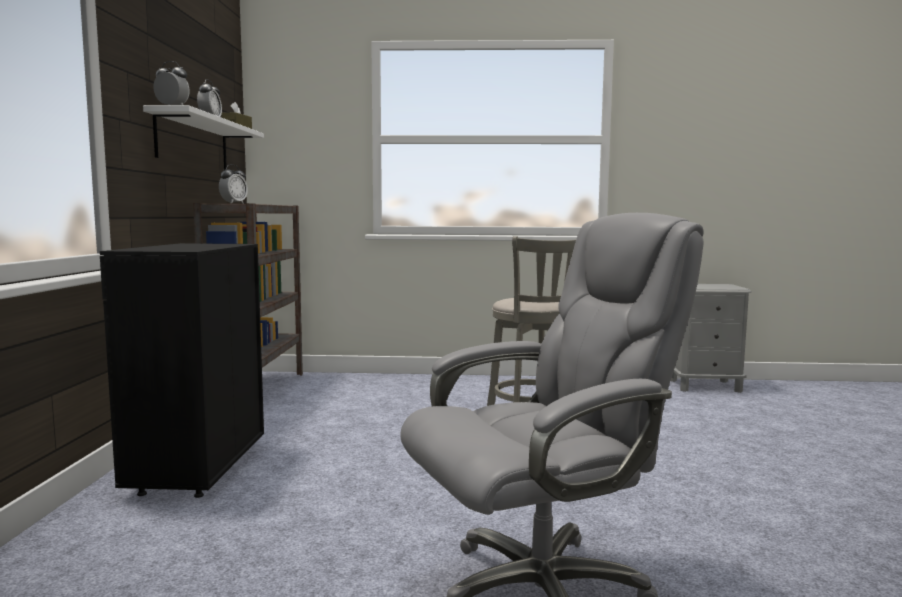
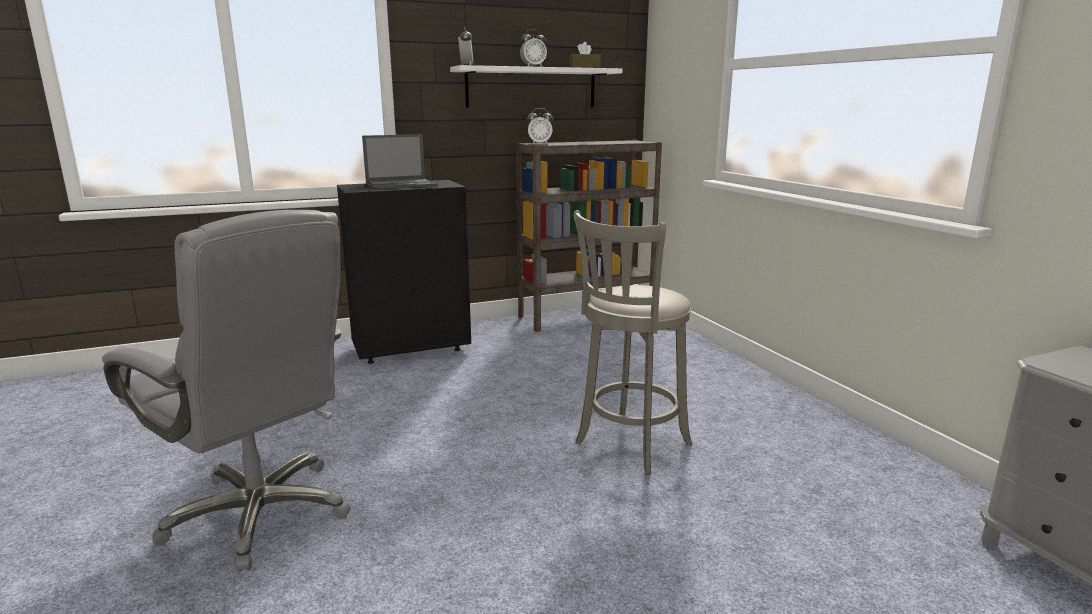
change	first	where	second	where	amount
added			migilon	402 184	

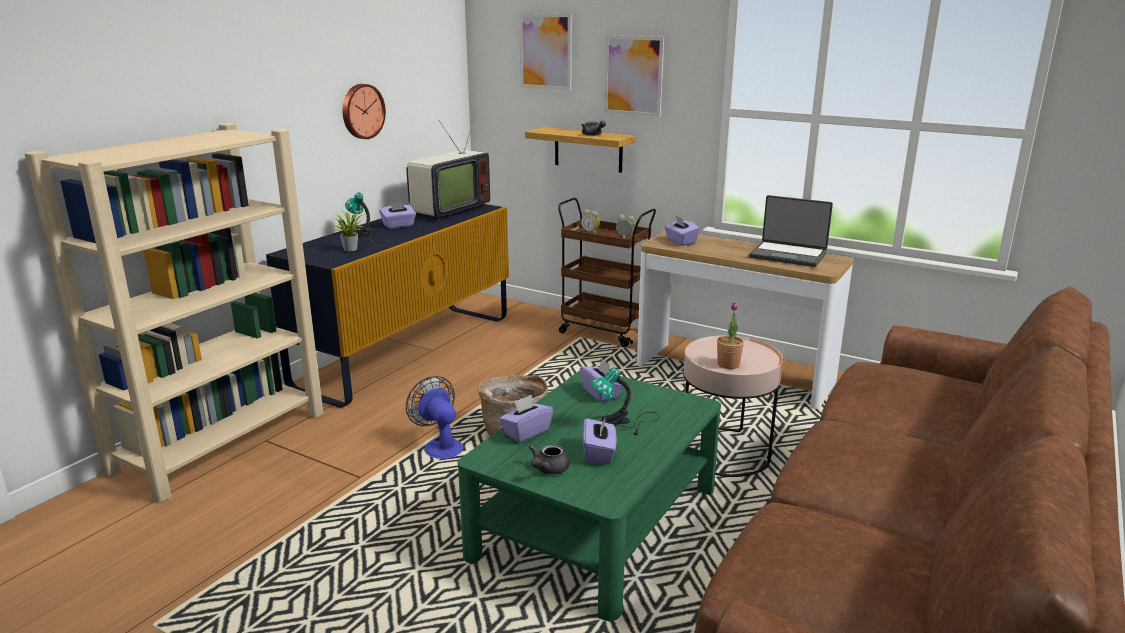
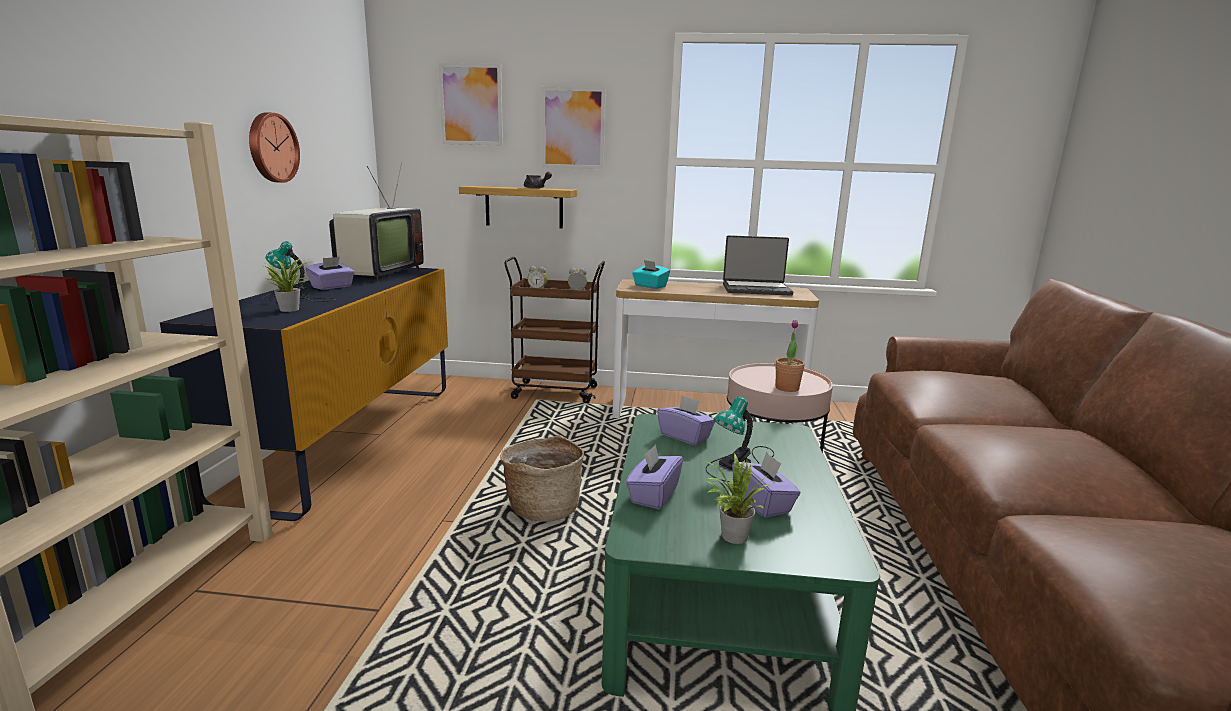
change	first	where	second	where	amount
recoloured	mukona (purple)	680 242	mukona (turquoise)	650 286	
replaced	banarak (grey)	548 470	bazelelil	731 536	
removed	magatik	440 446			

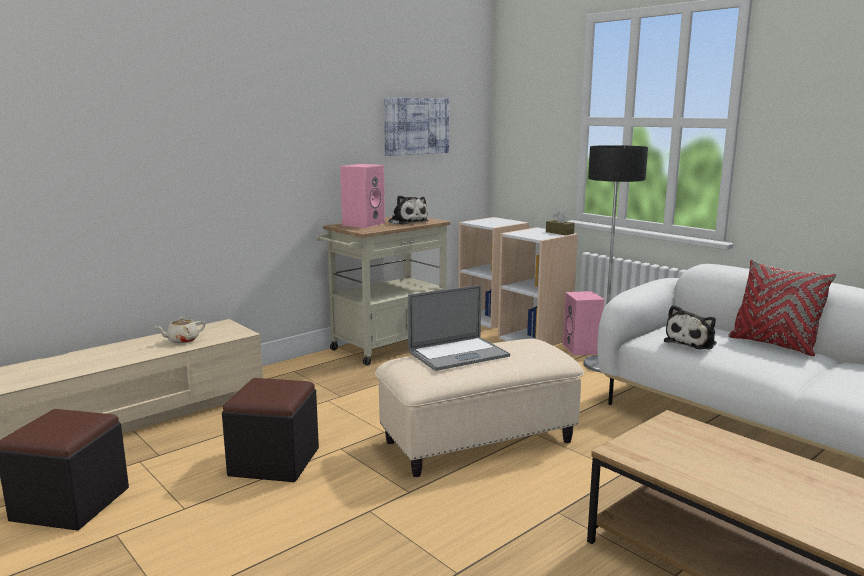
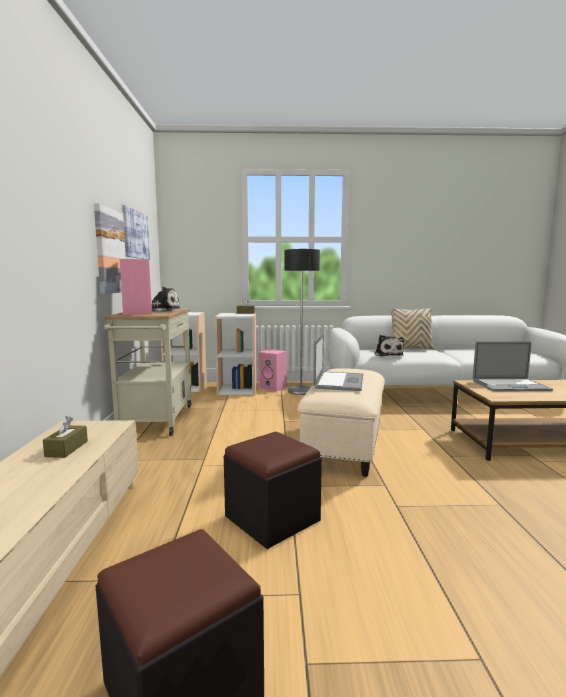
change	first	where	second	where	amount
replaced	banarak (beige)	182 340	mukona (brown)	67 449	
added			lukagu	109 251	
recoloured	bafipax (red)	773 344	bafipax (beige)	410 349	
added			migilon	510 385	

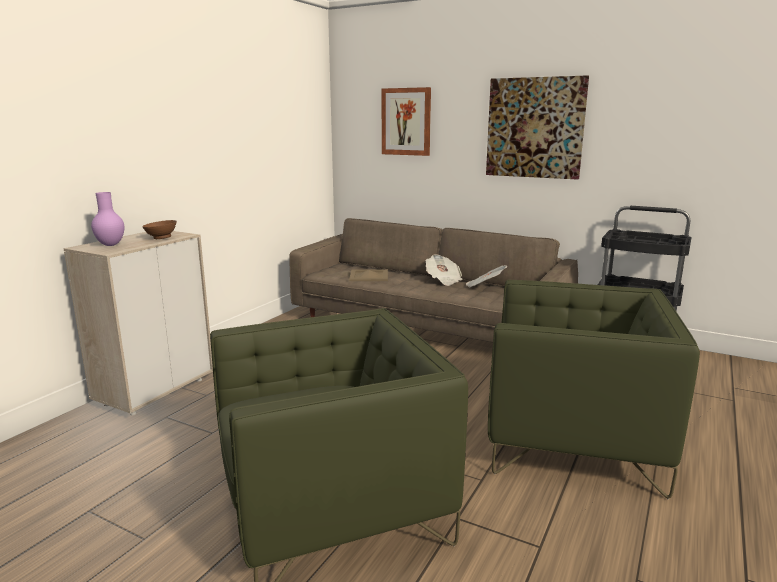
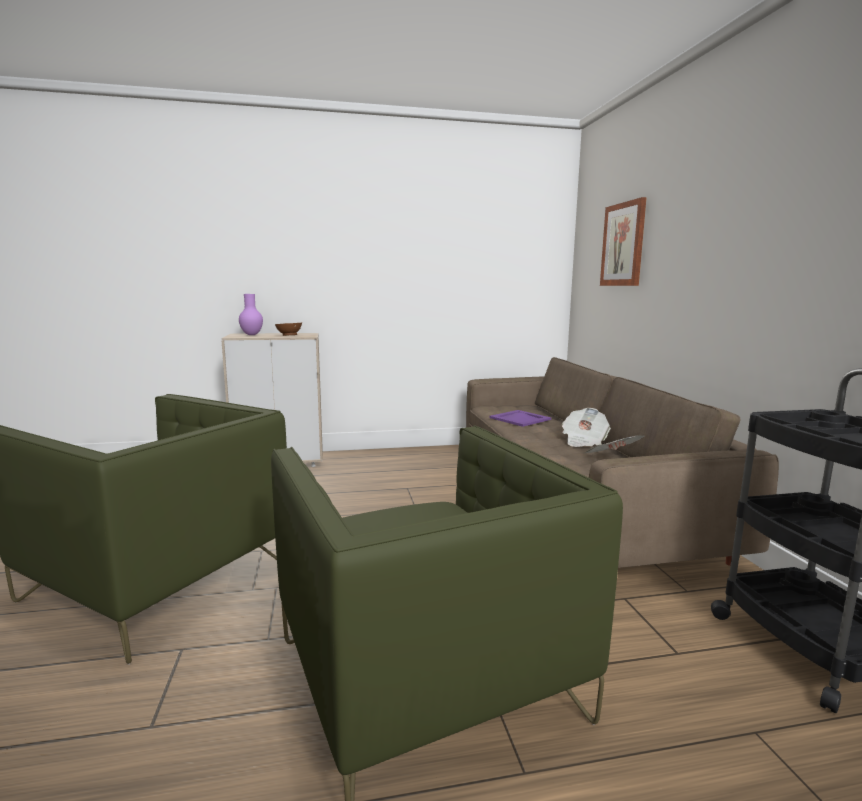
change	first	where	second	where	amount
recoloured	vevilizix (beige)	368 276	vevilizix (purple)	519 418	
removed	lukagu	534 128			

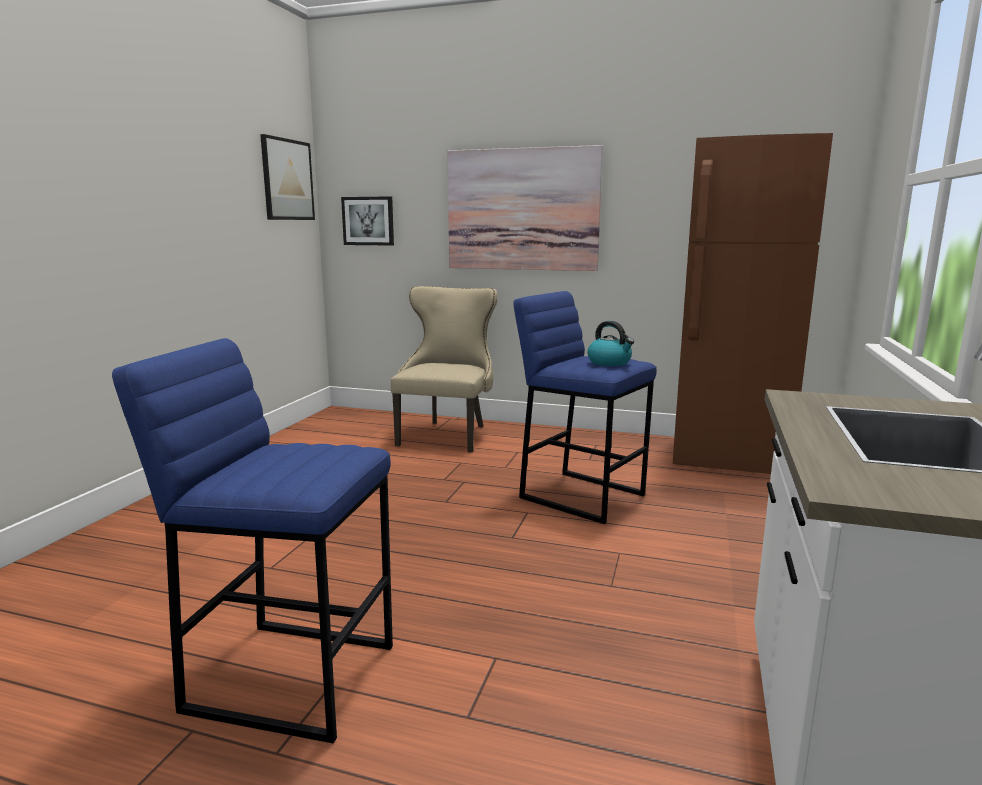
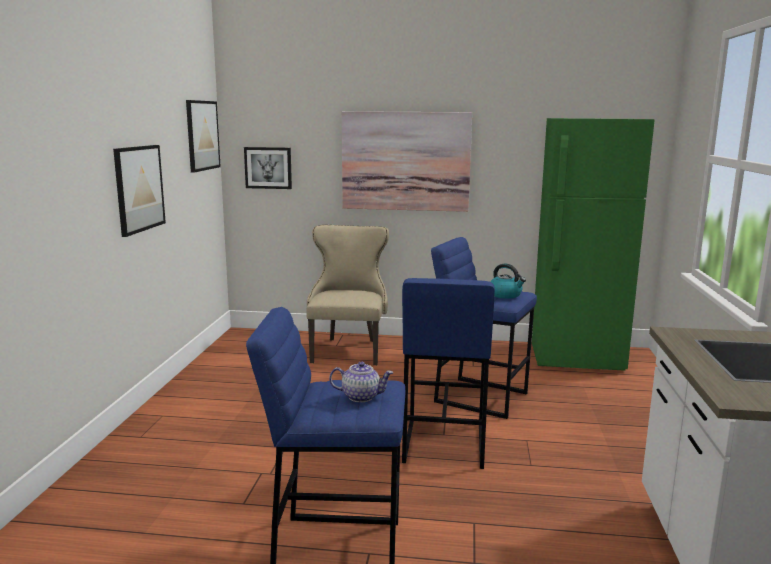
change	first	where	second	where	amount
added			lukagu	139 188	
added			banarak	361 396	
added			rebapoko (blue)	444 444	
recoloured	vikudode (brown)	727 457	vikudode (green)	576 357	

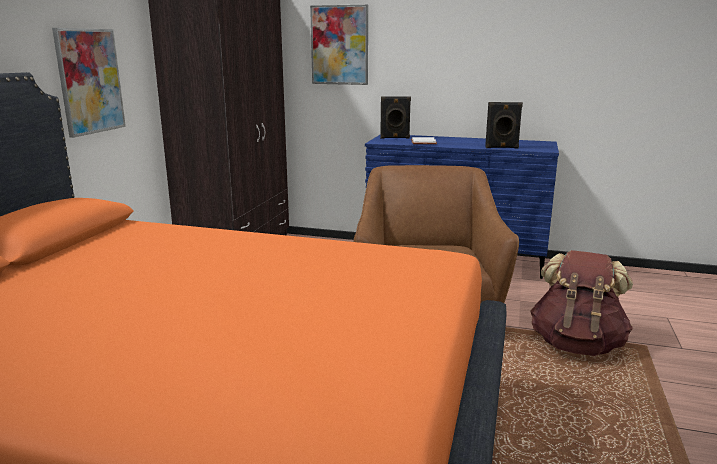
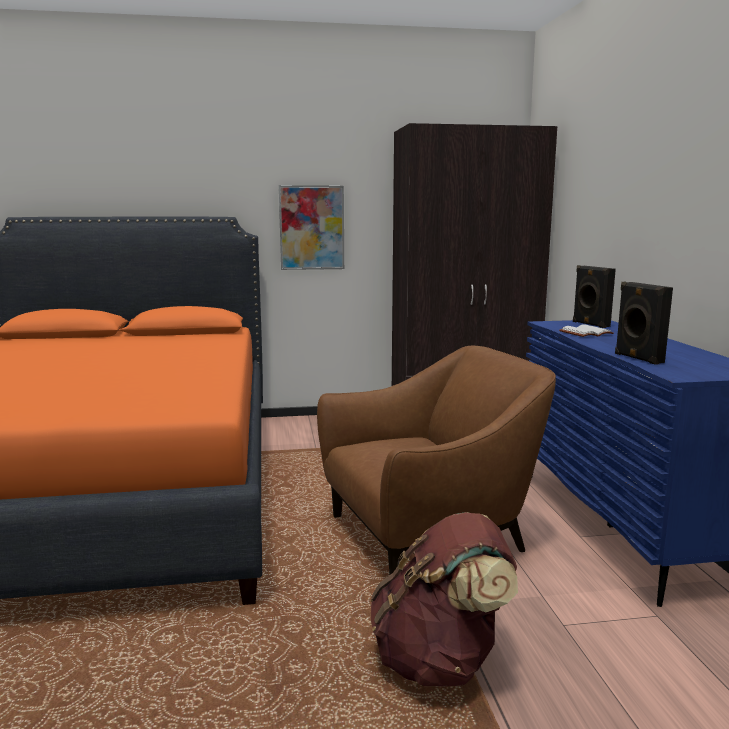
change	first	where	second	where	amount
removed	lukagu	339 45			

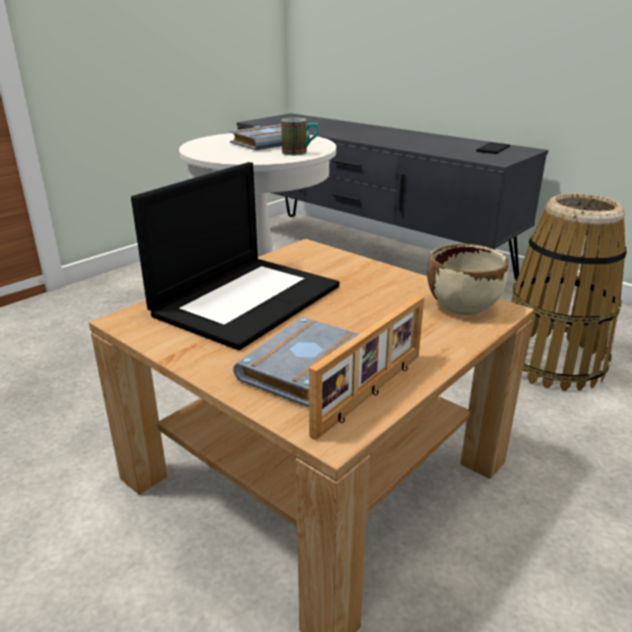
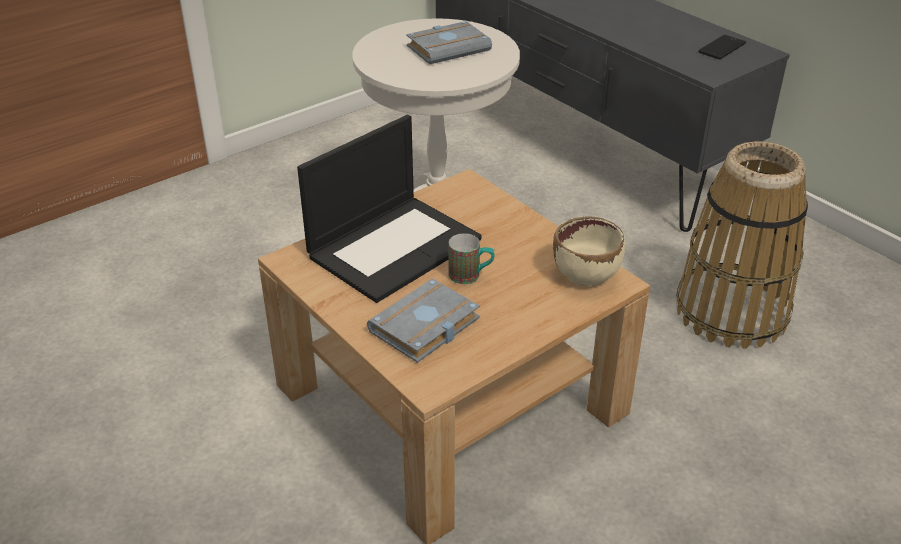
change	first	where	second	where	amount
moved	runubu	300 153		471 276	
removed	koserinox	372 393			

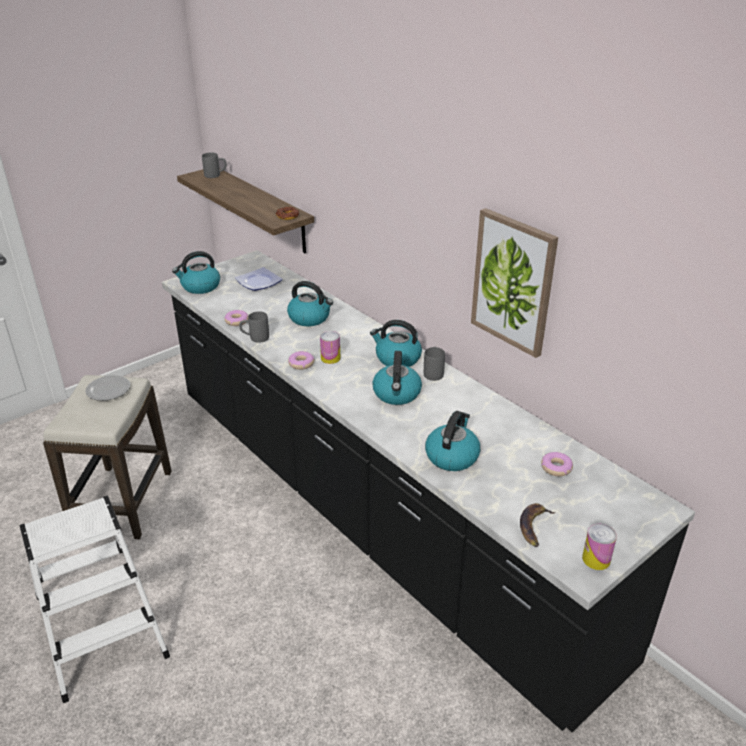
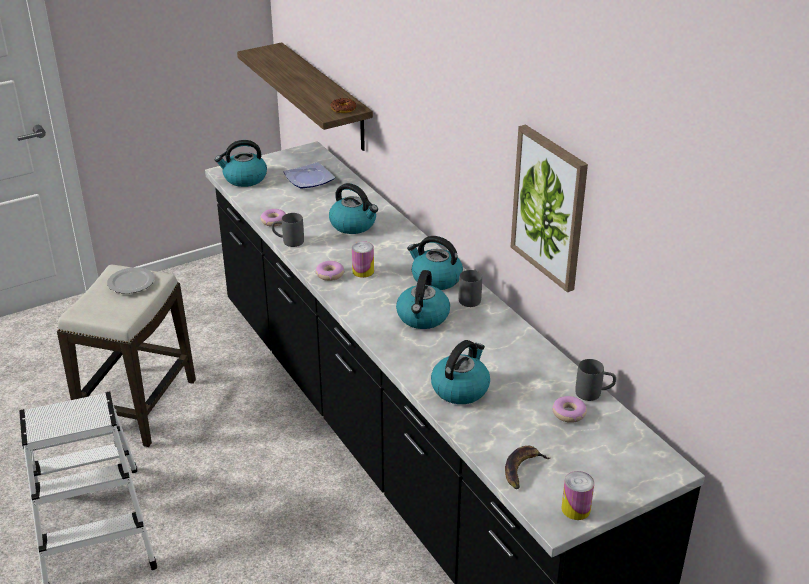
change	first	where	second	where	amount
moved	runubu (grey)	216 175		594 394	

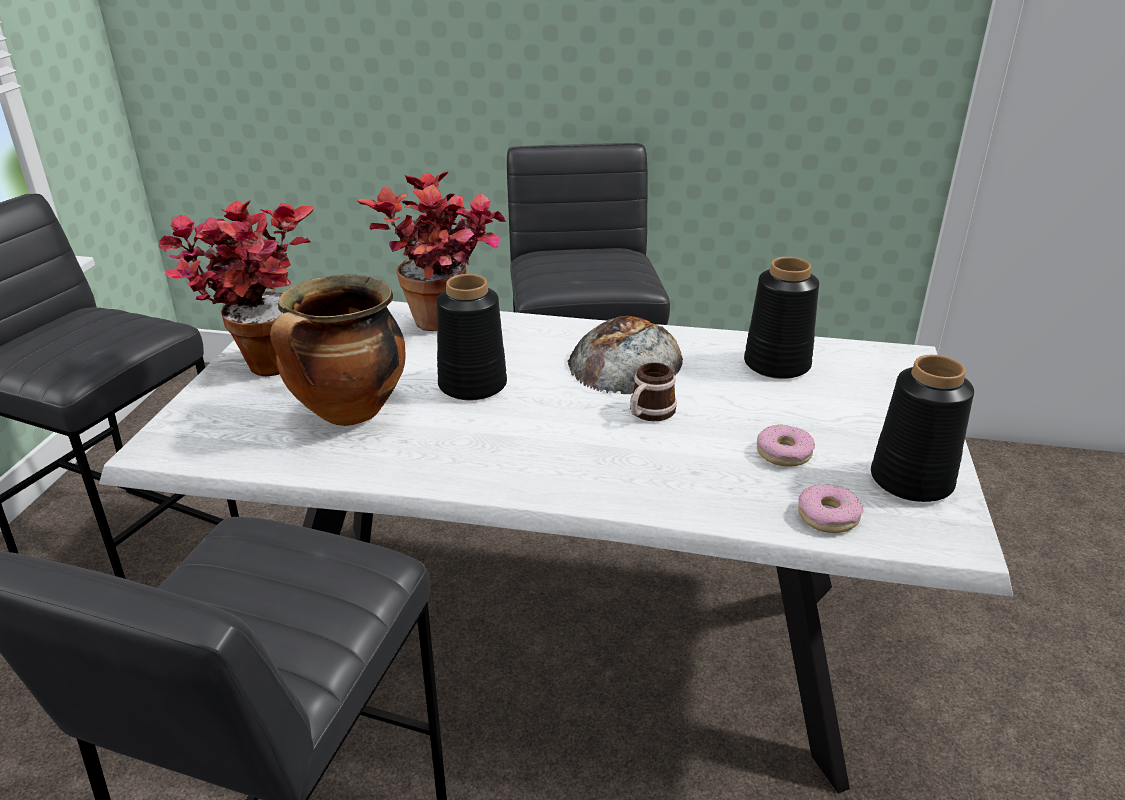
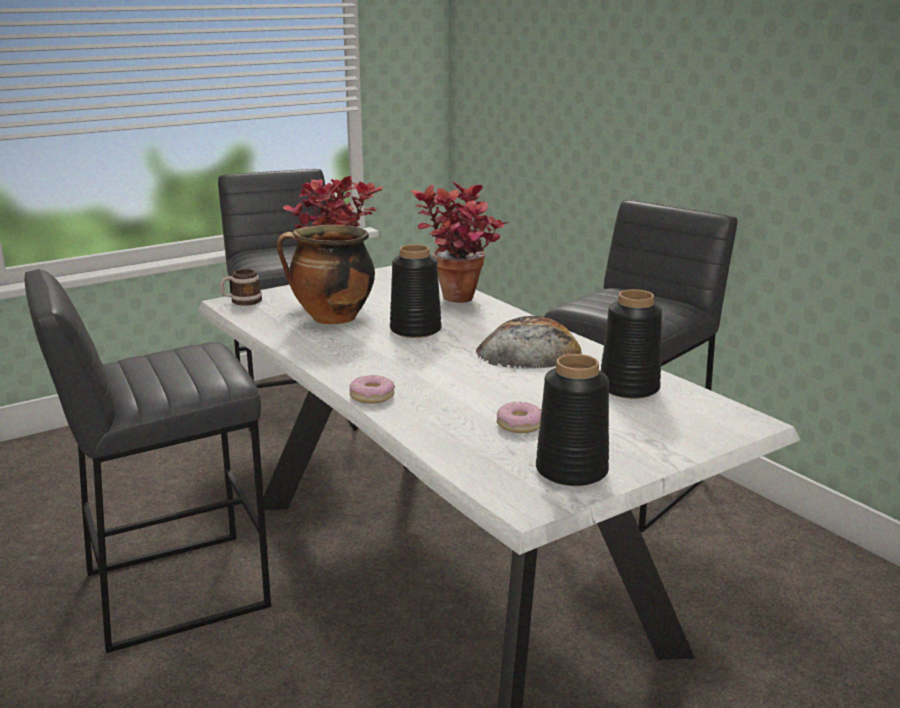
change	first	where	second	where	amount
moved	runubu	648 413		242 301	
moved	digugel	828 516		372 396	

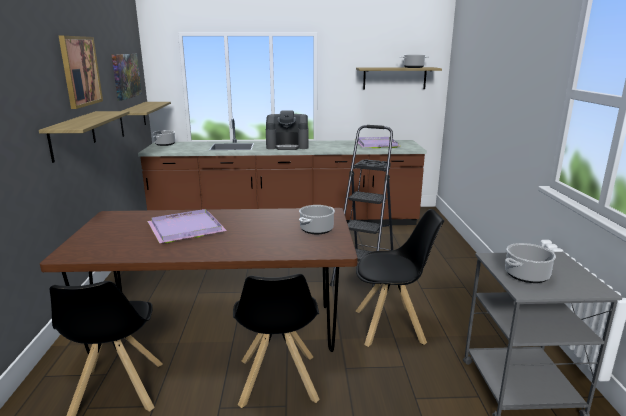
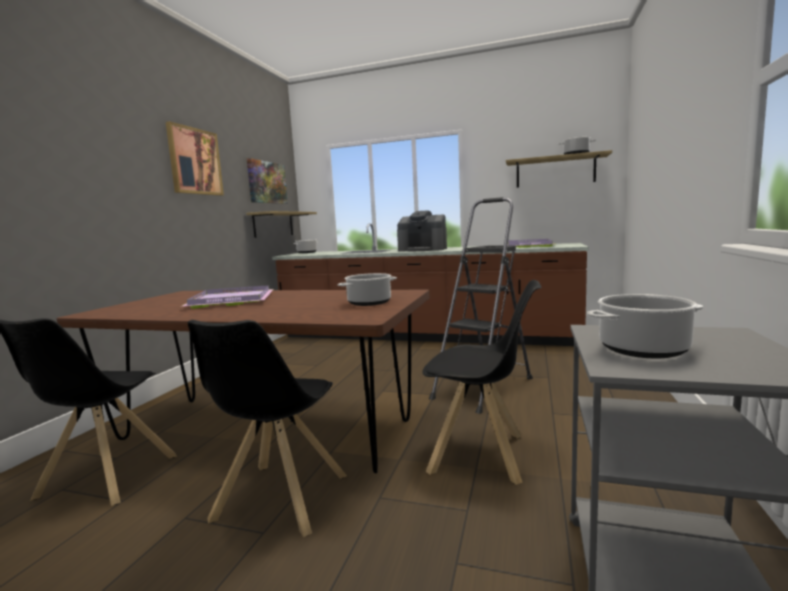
change	first	where	second	where	amount
removed	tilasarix	72 135			

